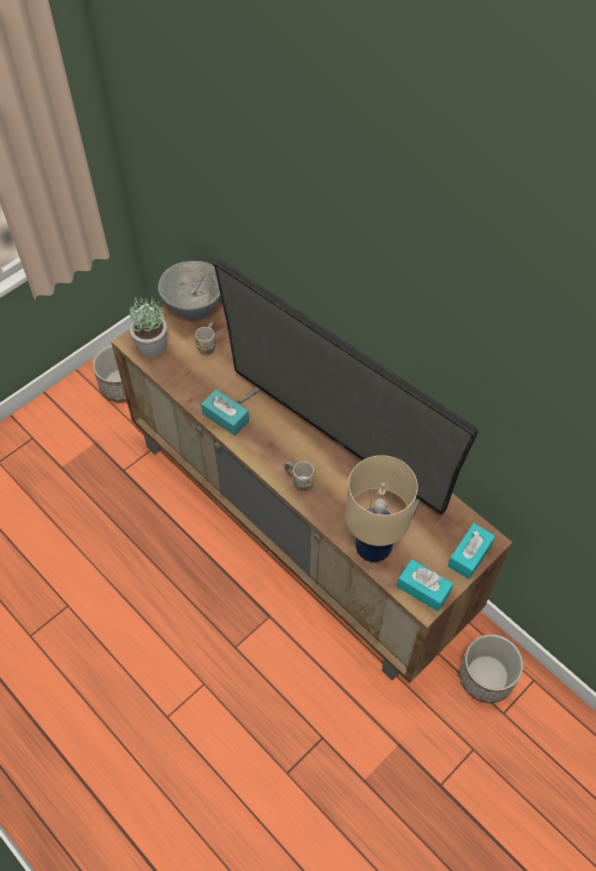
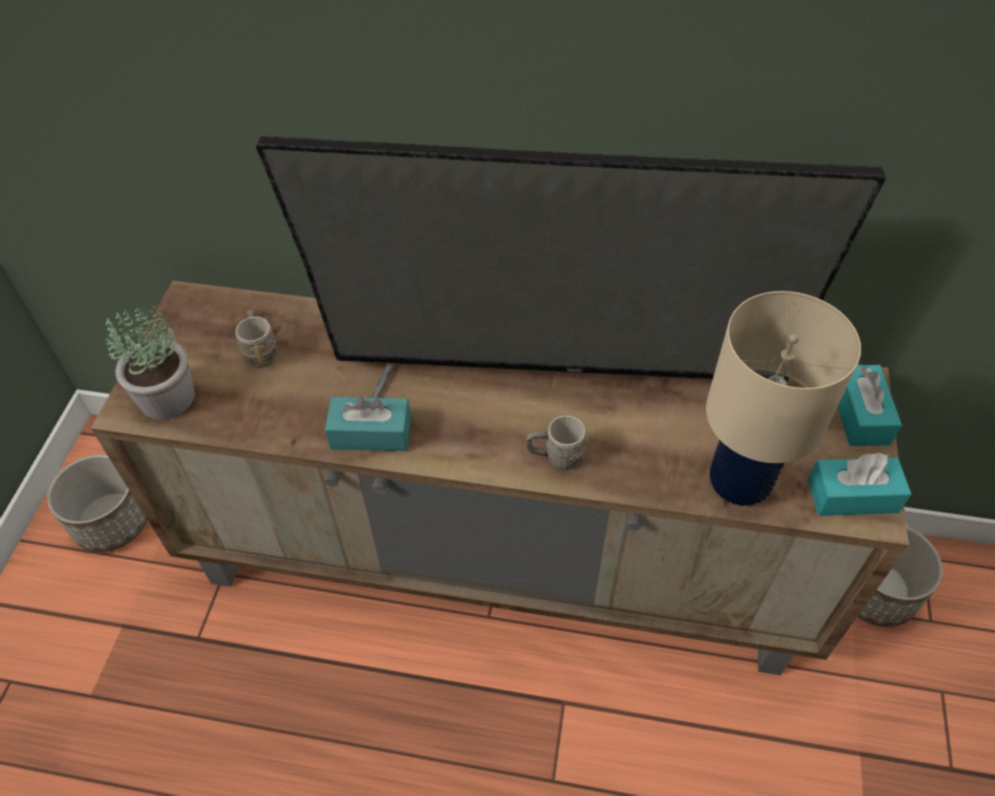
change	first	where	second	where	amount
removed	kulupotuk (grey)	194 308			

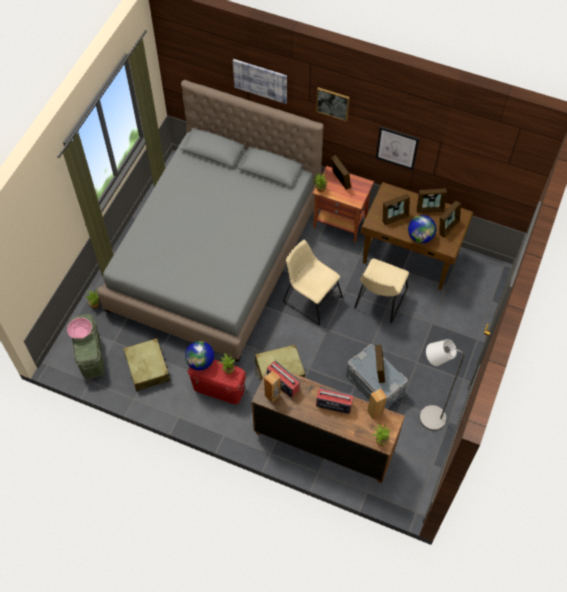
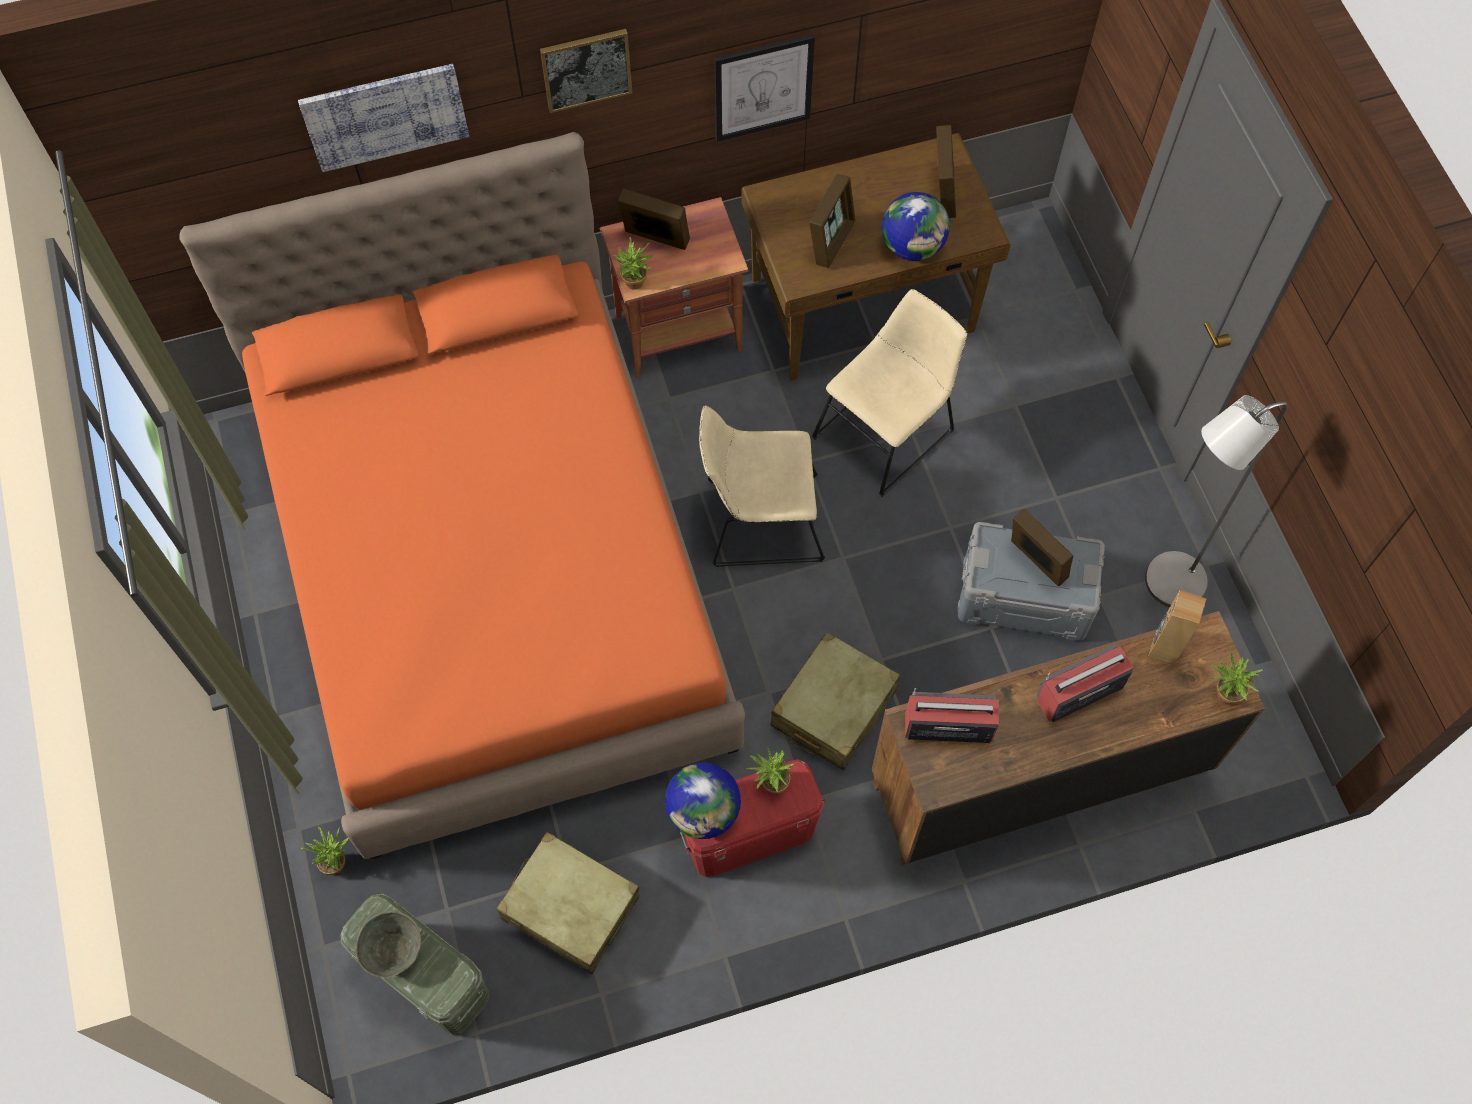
change	first	where	second	where	amount
recoloured	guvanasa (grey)	216 254	guvanasa (orange)	493 568	
recoloured	kulupotuk (pink)	81 332	kulupotuk (grey)	393 950	
turned	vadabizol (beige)	379 300		887 431	120 degrees counterclockwise
removed	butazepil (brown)	272 395			
removed	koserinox	429 209			

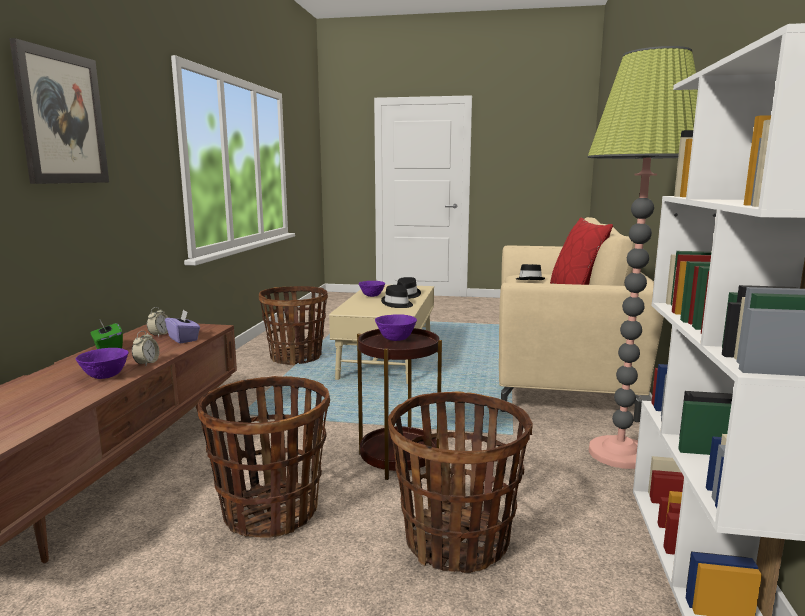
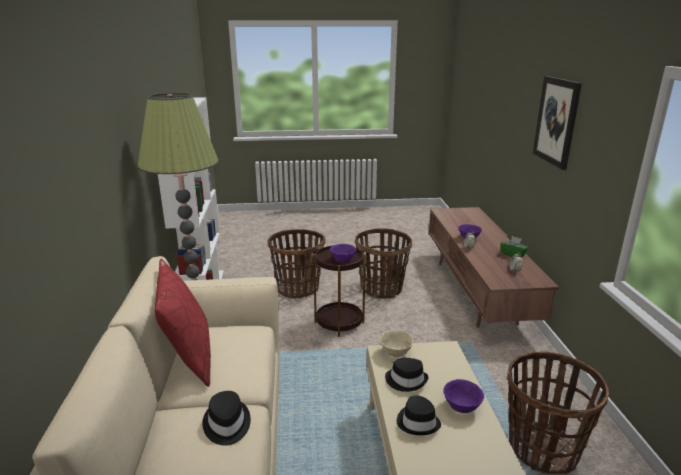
change	first	where	second	where	amount
added			kulupotuk (beige)	396 353	
removed	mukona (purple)	184 339			

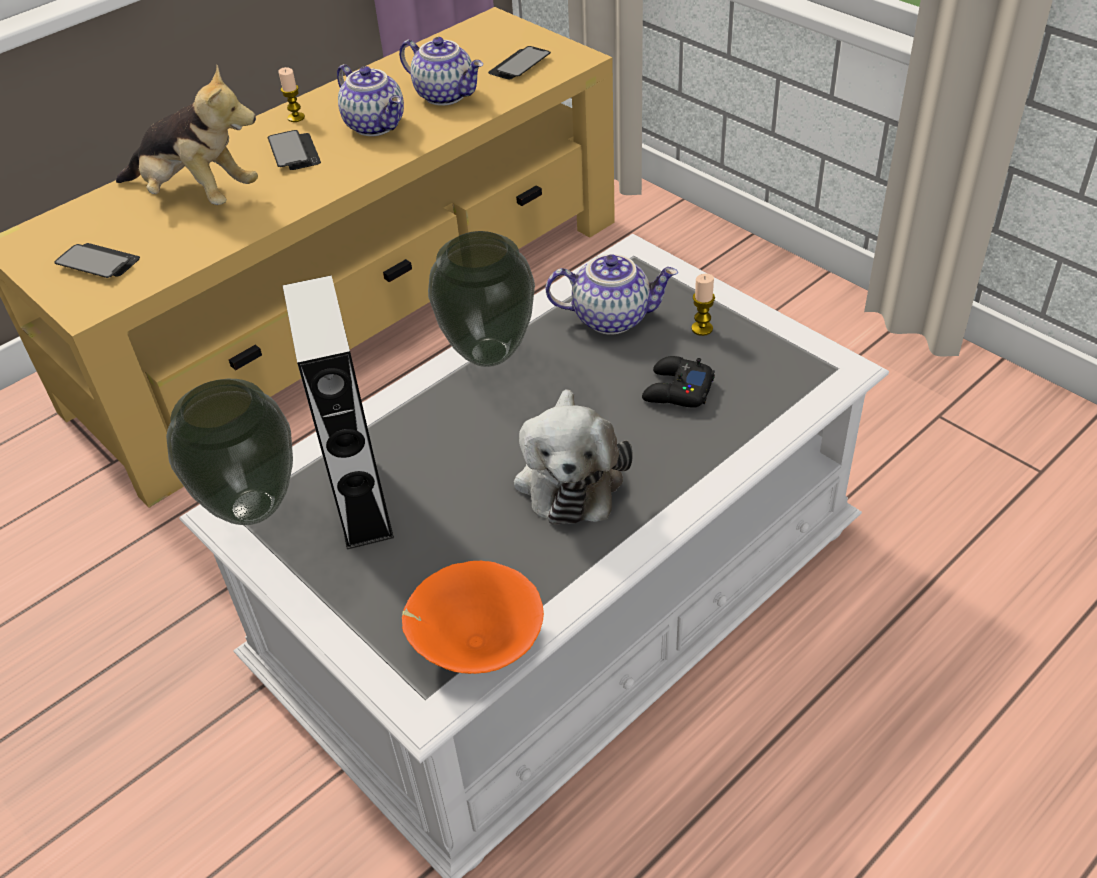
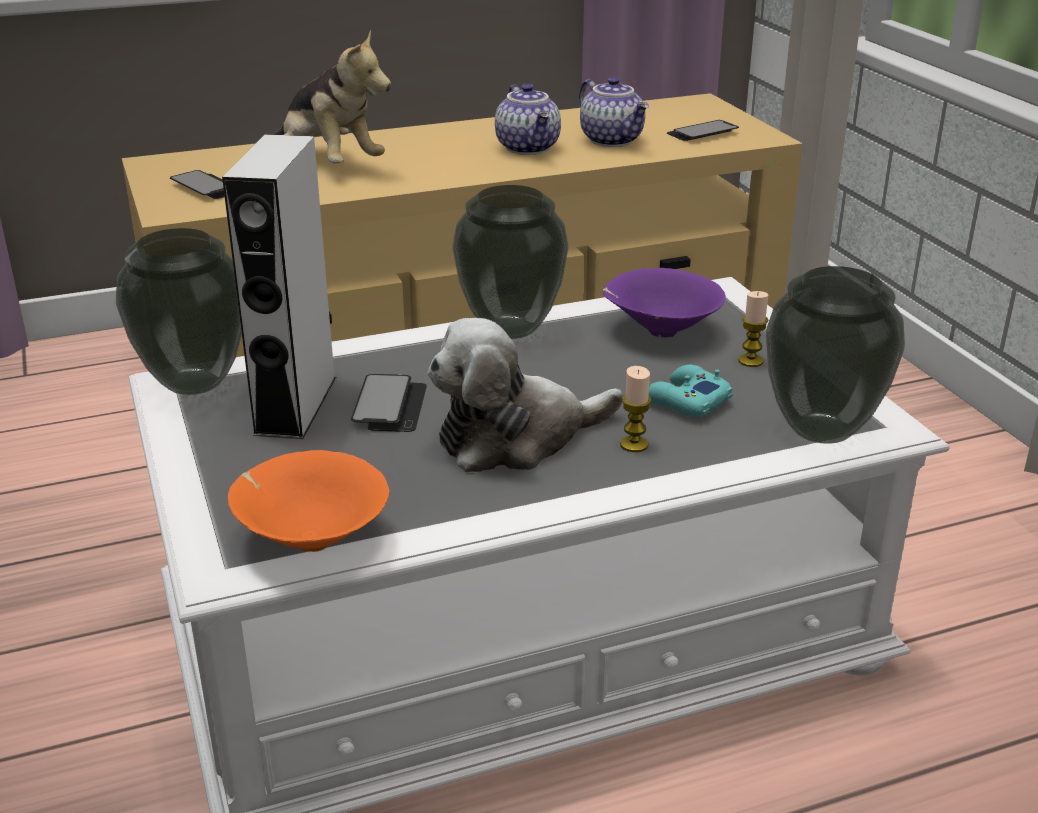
change	first	where	second	where	amount
moved	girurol	294 152		390 406	
turned	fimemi	569 476		516 438	45 degrees clockwise
replaced	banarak	612 317	kulupotuk (purple)	659 331	
moved	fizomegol	296 117		634 445	
recoloured	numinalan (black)	677 390	numinalan (turquoise)	685 401	
added			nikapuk	820 429	

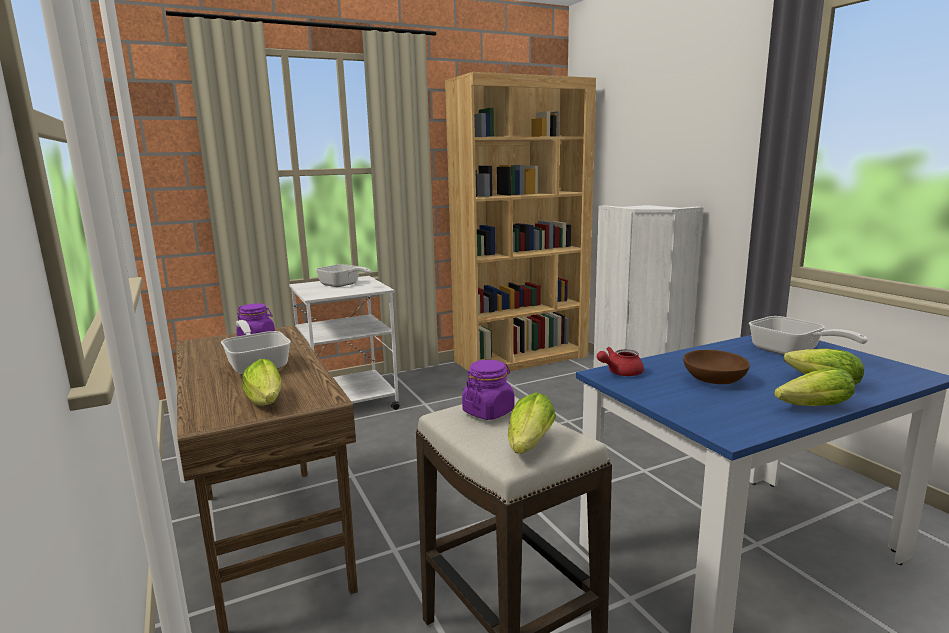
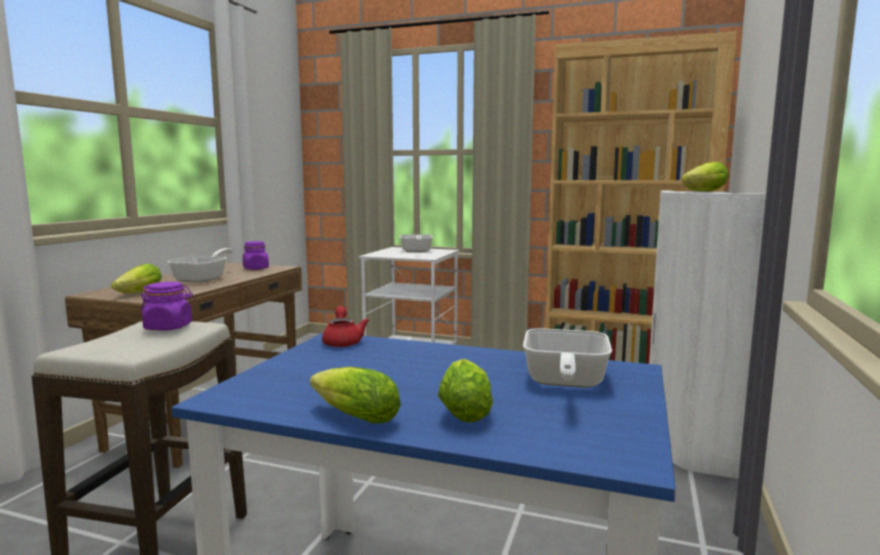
change	first	where	second	where	amount
turned	banarak (red)	620 373		343 341	60 degrees clockwise
moved	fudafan	528 447		701 192	
removed	kulupotuk (brown)	713 380			

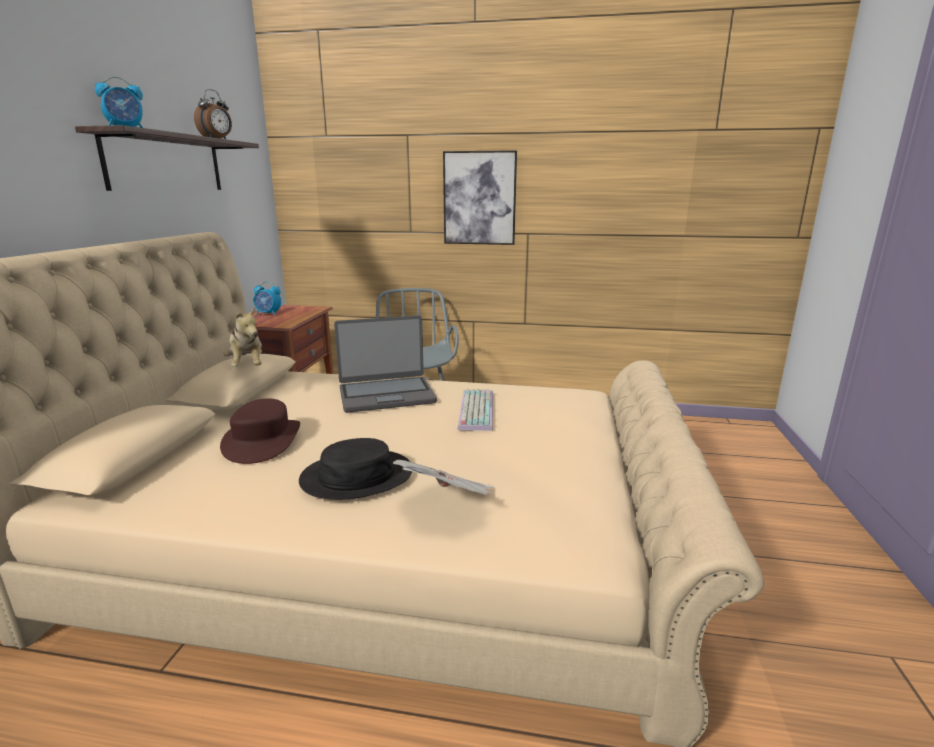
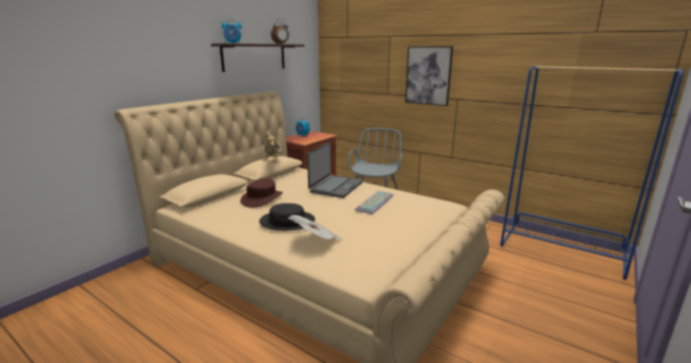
change	first	where	second	where	amount
turned	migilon	386 395		335 187	75 degrees counterclockwise
added			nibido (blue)	561 250	

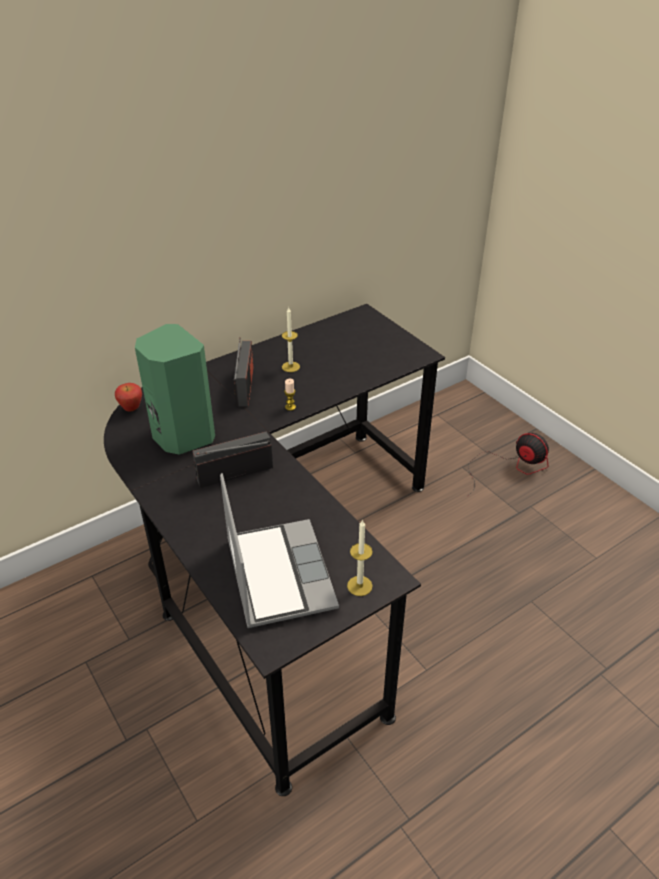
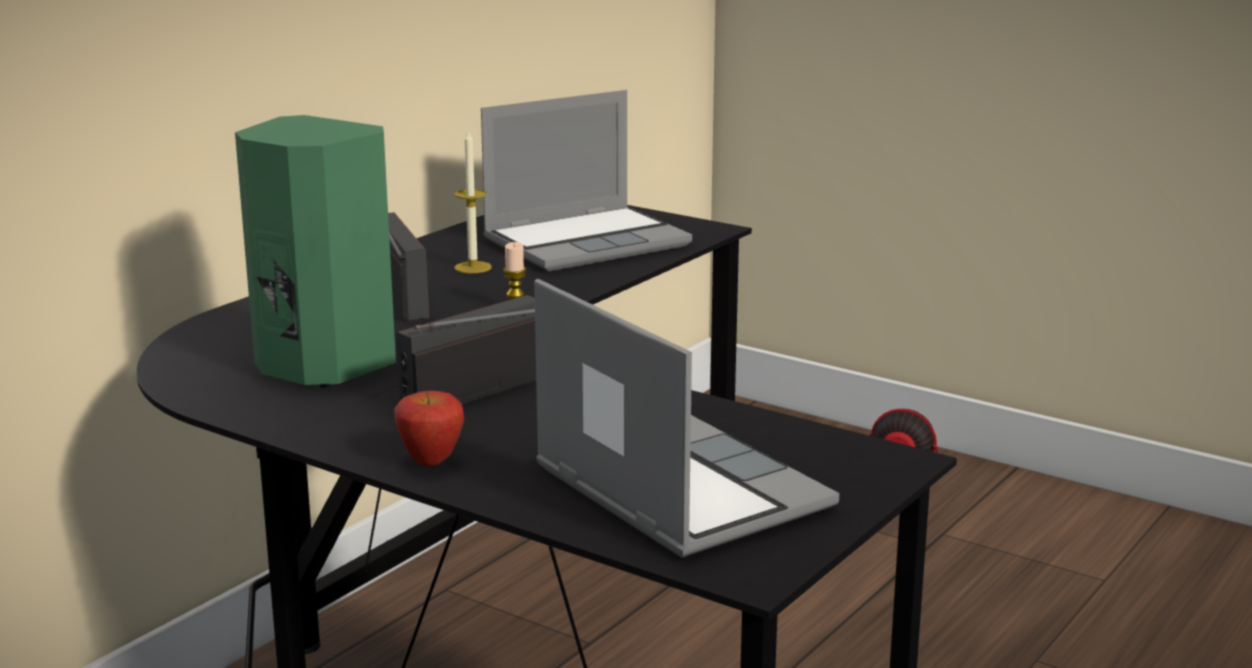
change	first	where	second	where	amount
moved	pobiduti	131 409		431 462	
added			migilon	587 242	
removed	fizomegol	359 586			

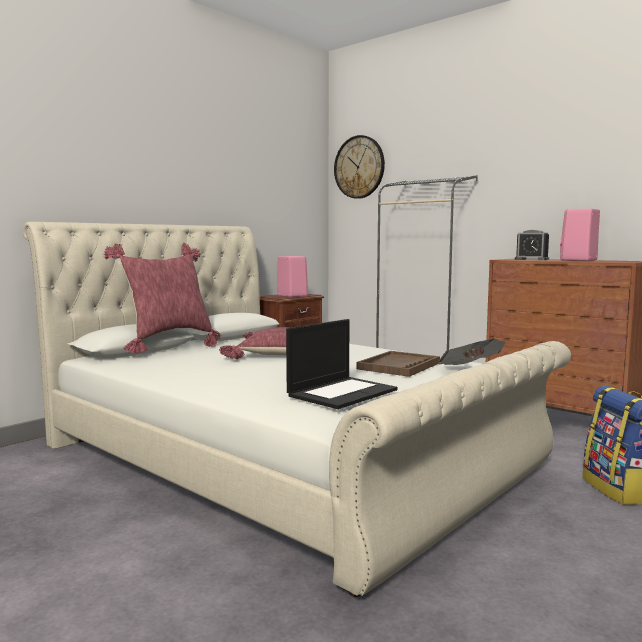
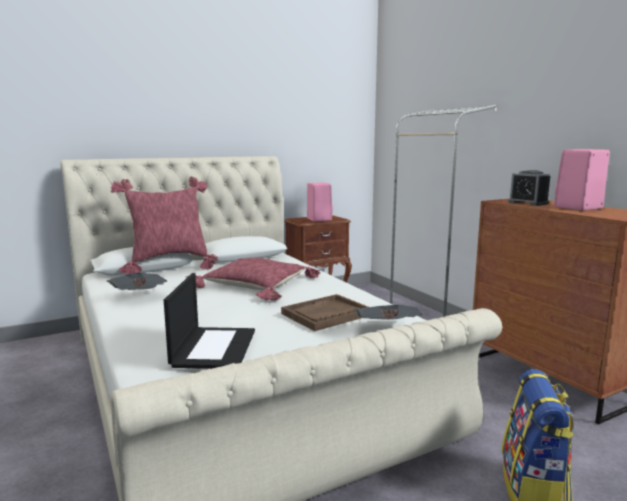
change	first	where	second	where	amount
added			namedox	139 297	
turned	migilon	342 392		214 347	60 degrees counterclockwise
removed	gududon	359 167			

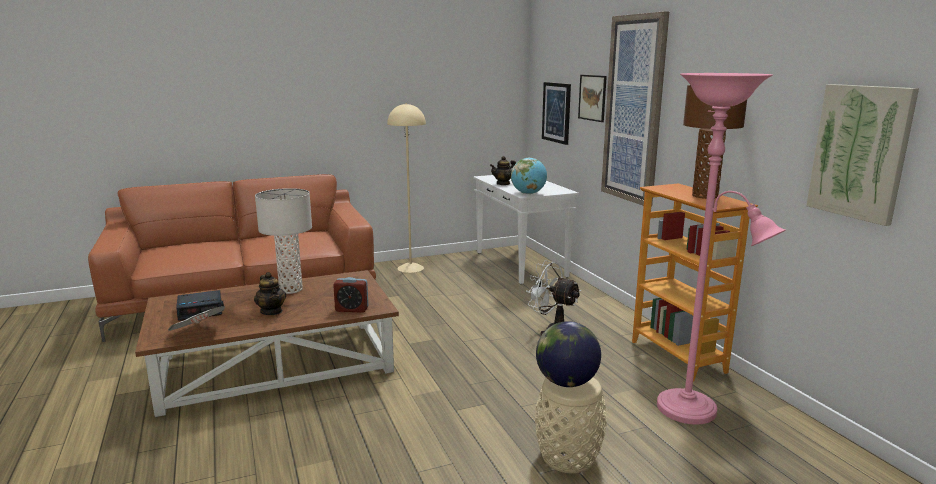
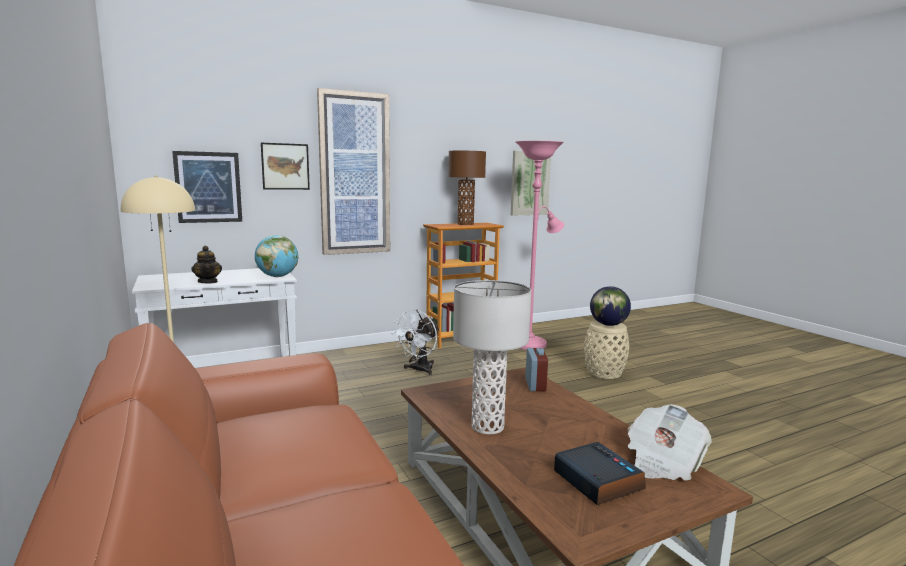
change	first	where	second	where	amount
removed	banarak	272 311			

